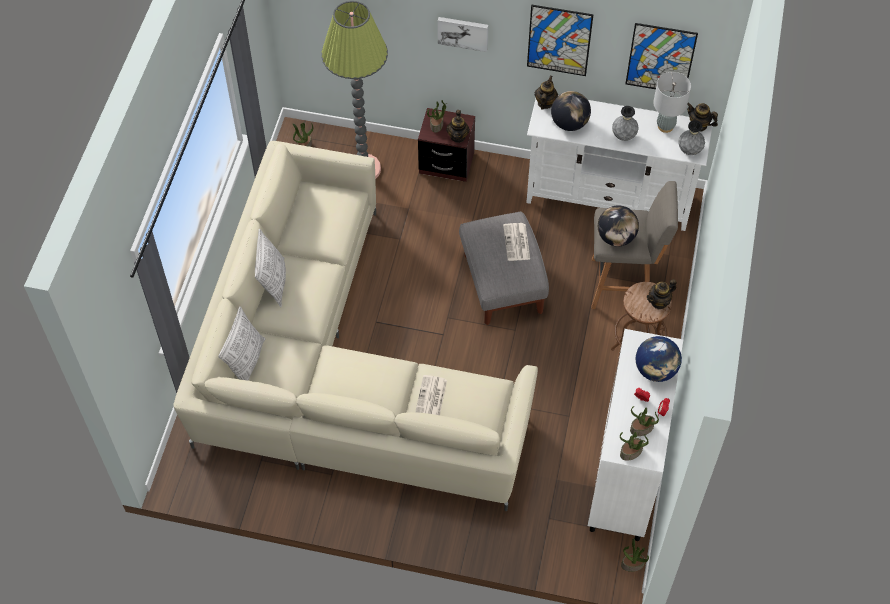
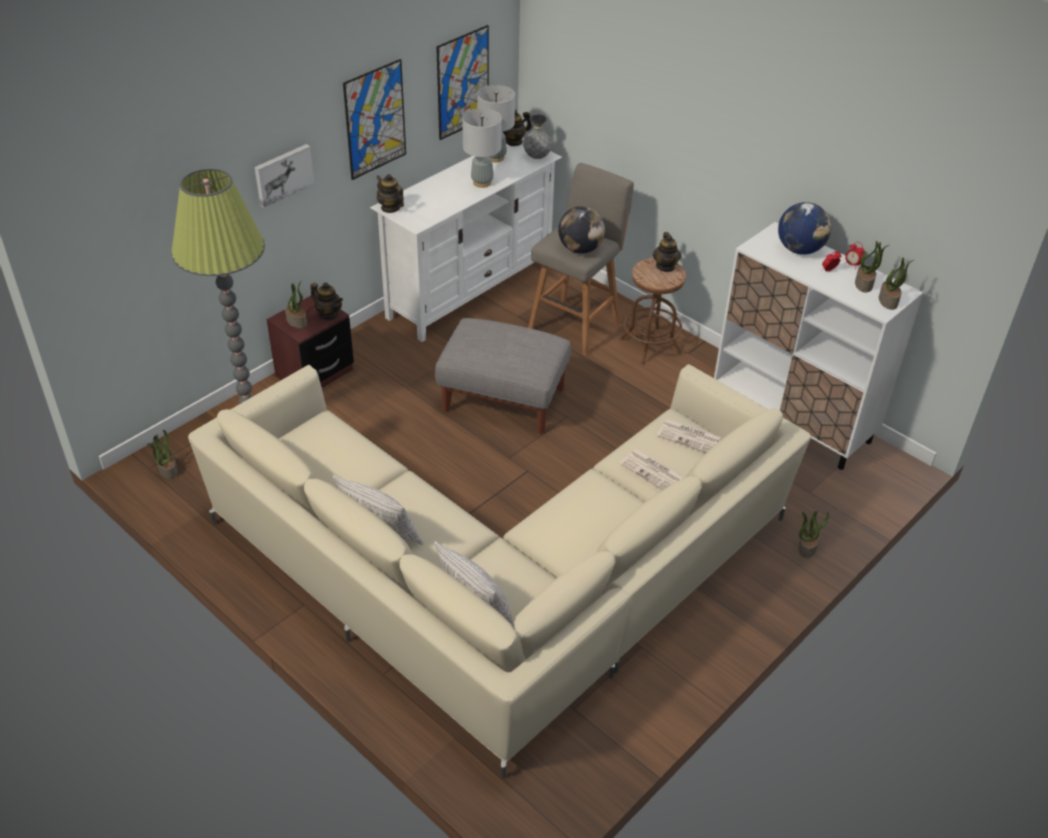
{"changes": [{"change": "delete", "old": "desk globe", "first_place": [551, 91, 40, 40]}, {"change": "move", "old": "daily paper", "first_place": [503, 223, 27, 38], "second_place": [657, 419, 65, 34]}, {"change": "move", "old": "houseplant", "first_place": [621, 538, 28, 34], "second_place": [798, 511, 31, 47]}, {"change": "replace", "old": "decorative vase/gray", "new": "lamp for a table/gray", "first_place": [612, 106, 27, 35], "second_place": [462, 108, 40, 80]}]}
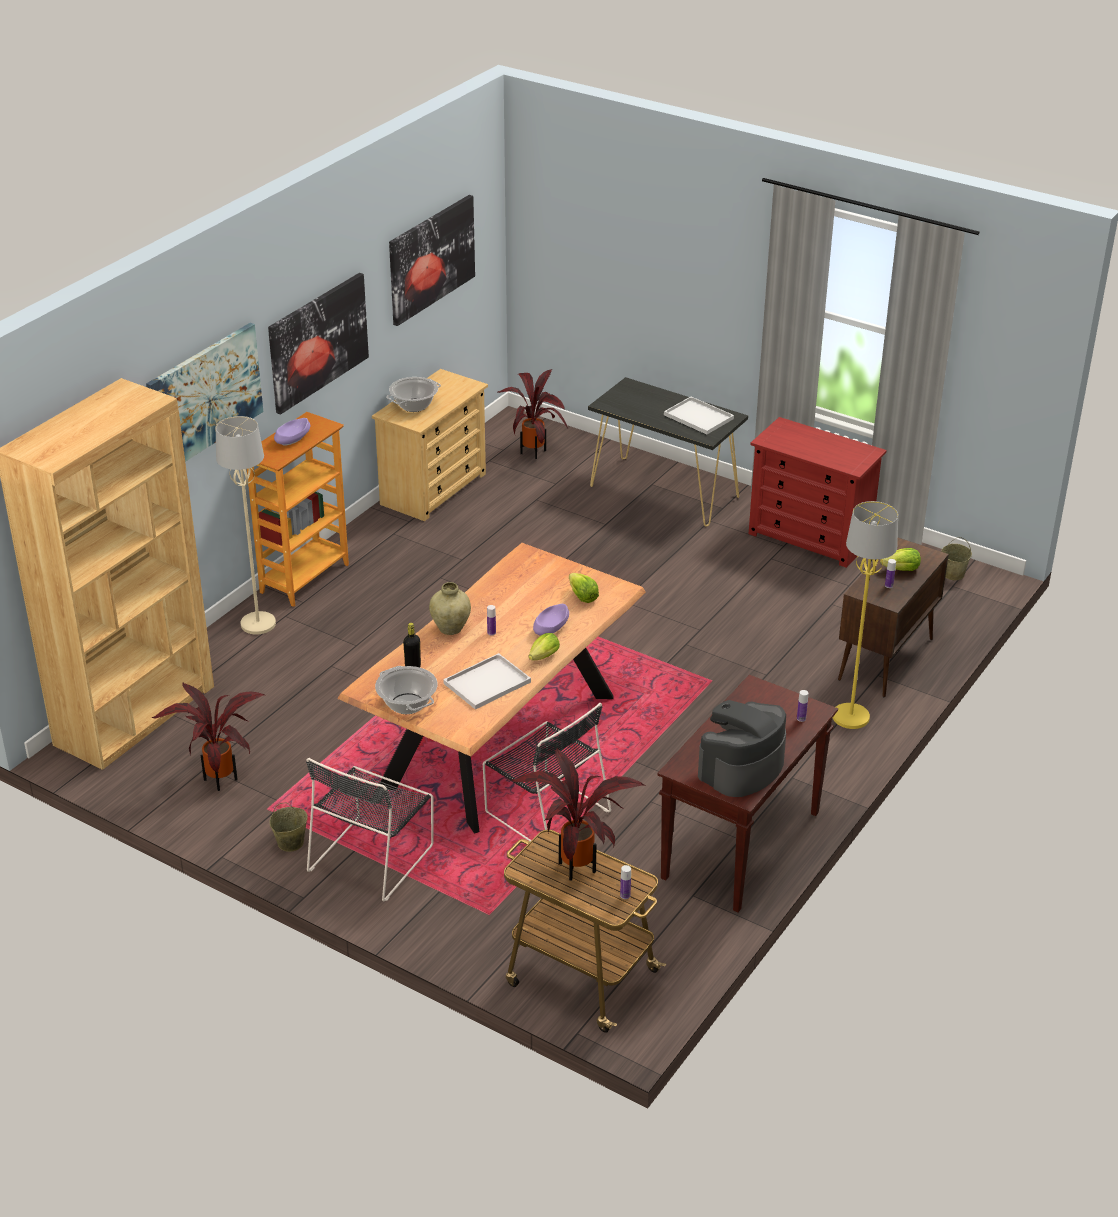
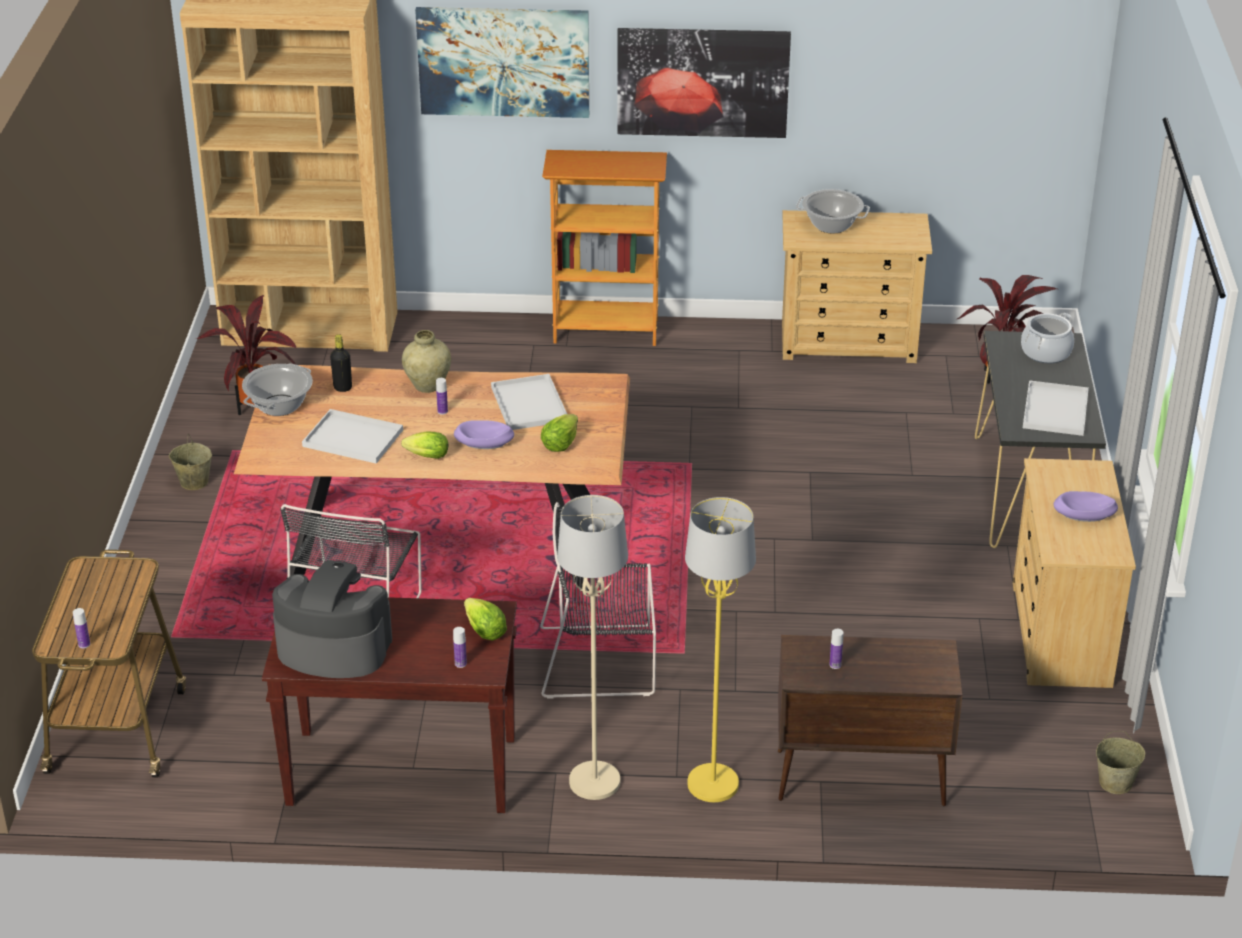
{"changes": [{"change": "delete", "old": "wall art", "first_place": [389, 195, 86, 131]}, {"change": "delete", "old": "houseplant", "first_place": [512, 748, 133, 133]}, {"change": "insert", "new": "carrying tray/white-coloured", "second_place": [491, 374, 76, 56]}, {"change": "insert", "new": "stockpot", "second_place": [1021, 313, 53, 50]}, {"change": "move", "old": "floor lamp/beige-coloured", "first_place": [216, 416, 60, 219], "second_place": [557, 495, 71, 305]}, {"change": "move", "old": "serving bowl/purplish", "first_place": [274, 418, 36, 28], "second_place": [1053, 491, 65, 31]}, {"change": "move", "old": "upright chair/blackish", "first_place": [306, 758, 128, 143], "second_place": [540, 502, 116, 197]}, {"change": "move", "old": "lettuce head", "first_place": [880, 548, 41, 23], "second_place": [464, 598, 43, 43]}, {"change": "recolor", "old": "chest of drawers/red", "new": "chest of drawers/beige-coloured", "first_place": [749, 417, 138, 151], "second_place": [1013, 458, 123, 230]}]}
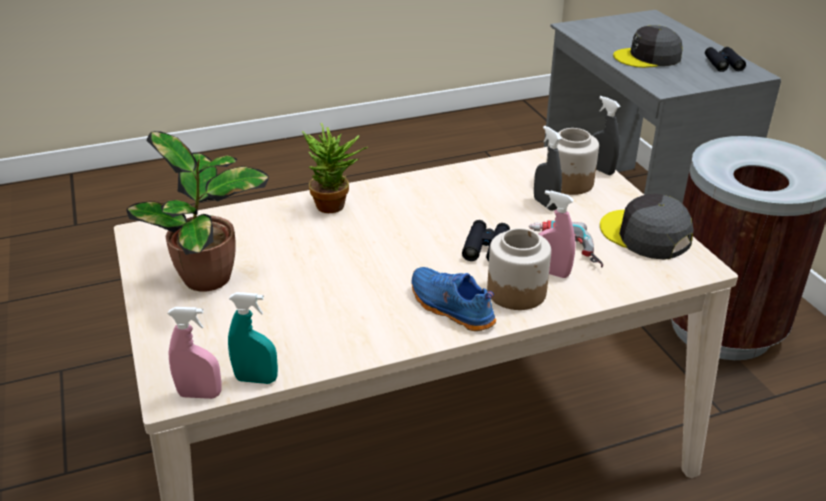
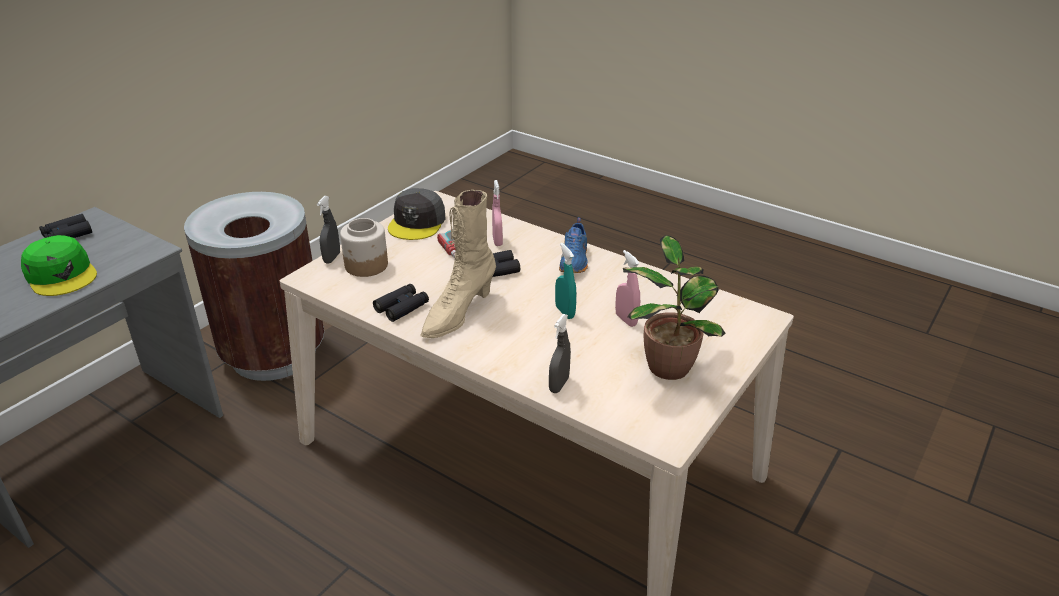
{"changes": [{"change": "delete", "old": "houseplant", "first_place": [302, 122, 66, 91]}, {"change": "delete", "old": "preserve jar", "first_place": [487, 228, 64, 82]}, {"change": "insert", "new": "field glasses/blackish", "second_place": [373, 284, 56, 38]}, {"change": "insert", "new": "high-top boot/beige-coloured", "second_place": [420, 190, 76, 148]}, {"change": "move", "old": "sprayer/pink-coloured", "first_place": [167, 307, 55, 92], "second_place": [615, 250, 25, 77]}, {"change": "move", "old": "sprayer/turquoise-coloured", "first_place": [228, 292, 50, 92], "second_place": [555, 243, 22, 76]}, {"change": "move", "old": "sprayer/gray", "first_place": [534, 126, 28, 85], "second_place": [549, 314, 22, 79]}, {"change": "recolor", "old": "baseball cap/gray", "new": "baseball cap/green-coloured", "first_place": [613, 25, 70, 43], "second_place": [21, 235, 76, 61]}]}
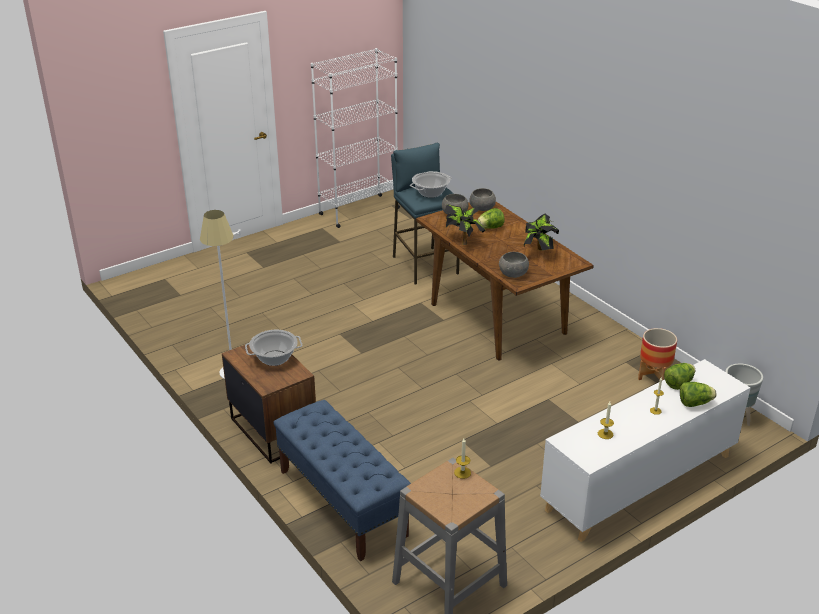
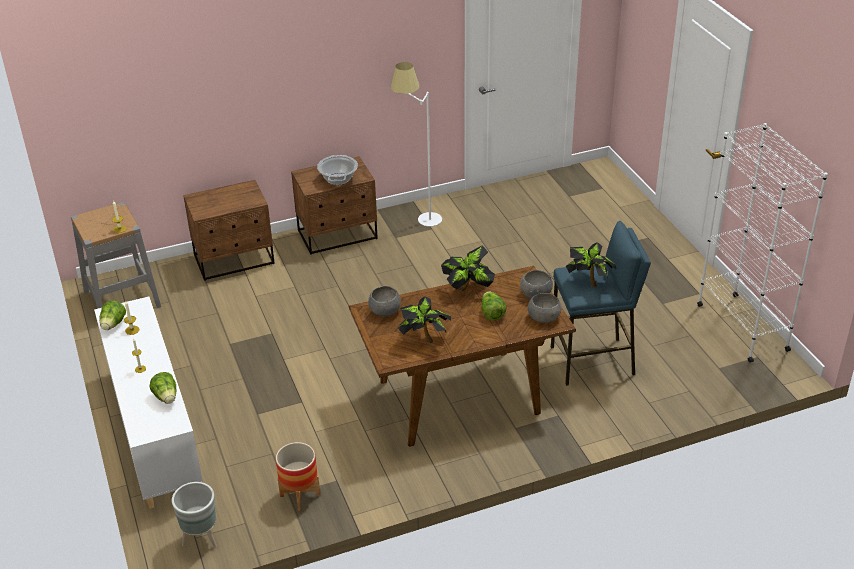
{"changes": [{"change": "move", "old": "lettuce head", "first_place": [680, 382, 37, 25], "second_place": [99, 301, 27, 29]}, {"change": "replace", "old": "indoor bench/blue", "new": "bedside table/brownish", "first_place": [273, 400, 138, 161], "second_place": [183, 180, 91, 101]}, {"change": "replace", "old": "stockpot", "new": "houseplant", "first_place": [410, 171, 42, 27], "second_place": [566, 242, 51, 45]}]}
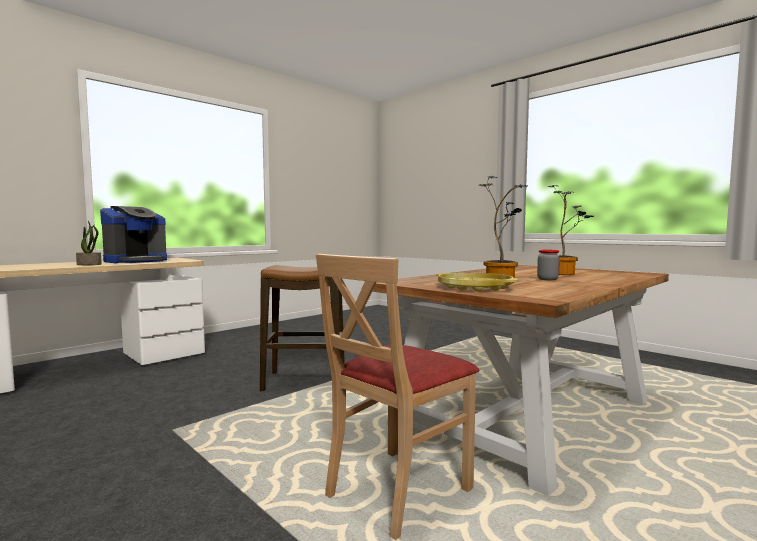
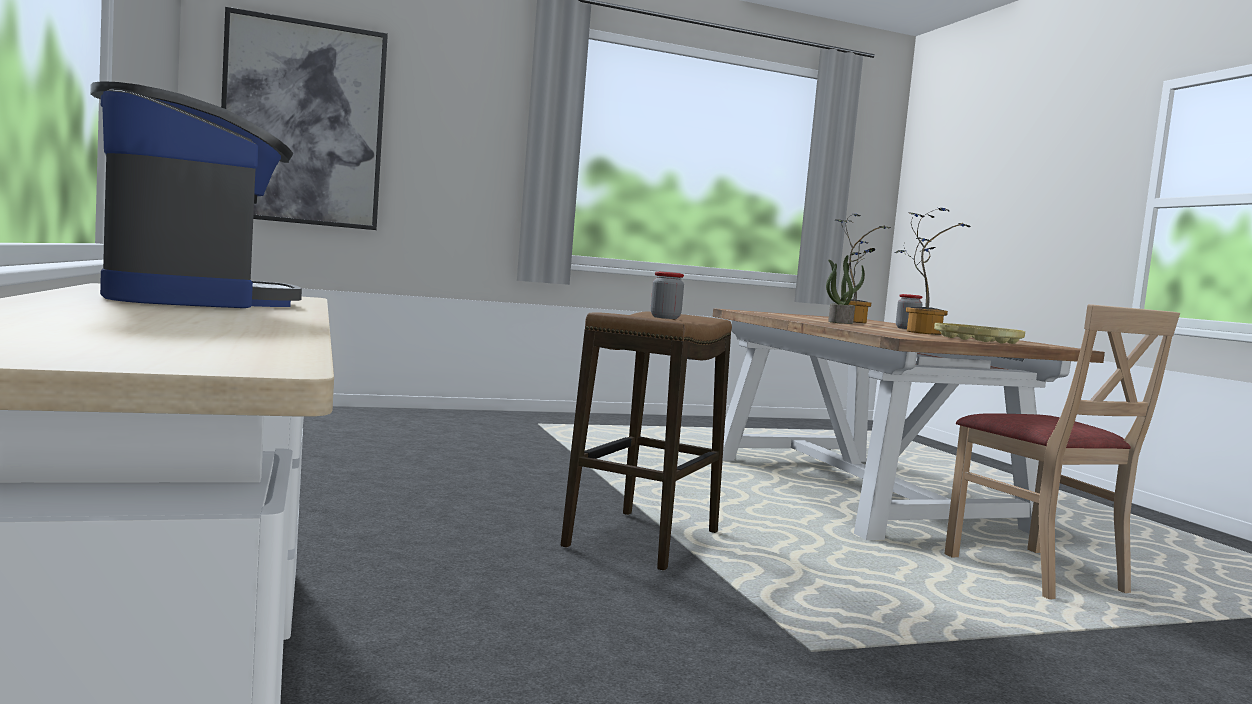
{"changes": [{"change": "insert", "new": "wall art", "second_place": [221, 7, 167, 223]}, {"change": "insert", "new": "preserve jar", "second_place": [651, 272, 33, 47]}, {"change": "move", "old": "houseplant", "first_place": [76, 221, 26, 44], "second_place": [826, 255, 39, 69]}]}
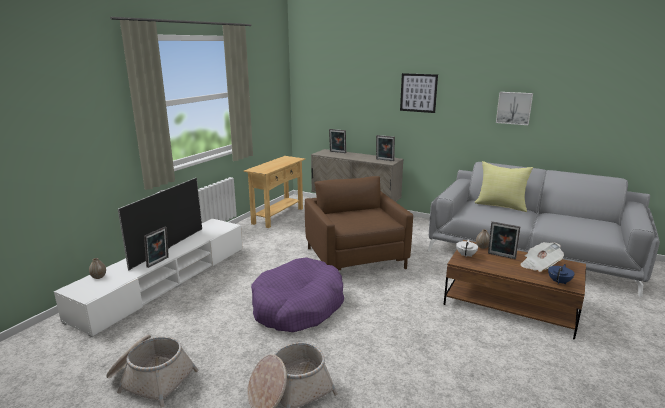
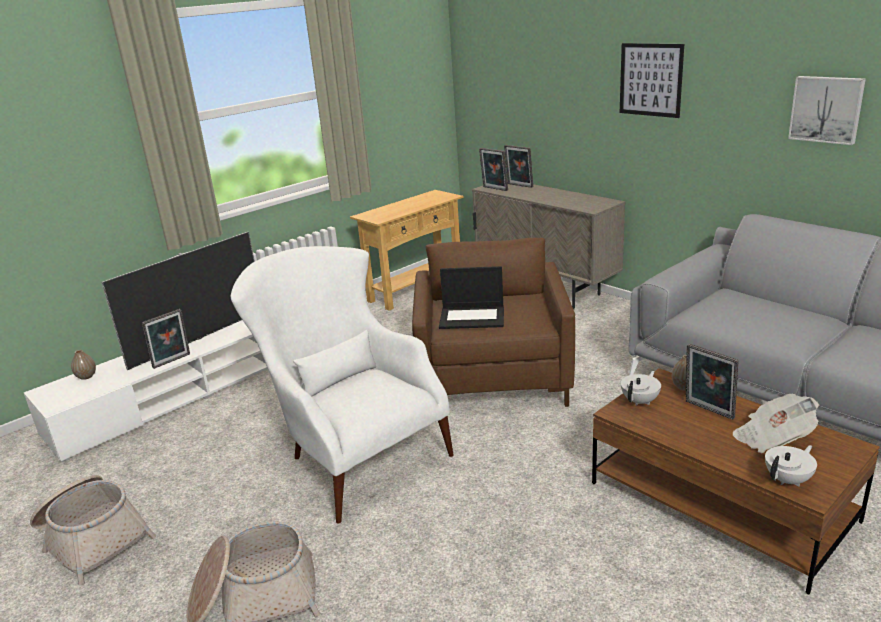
{"changes": [{"change": "delete", "old": "pillow/yellow", "first_place": [474, 161, 59, 51]}, {"change": "insert", "new": "portable computer", "second_place": [439, 266, 65, 63]}, {"change": "move", "old": "photo frame", "first_place": [376, 135, 19, 26], "second_place": [479, 148, 29, 43]}, {"change": "replace", "old": "dog cushion/purplish", "new": "armchair/white-coloured", "first_place": [251, 257, 93, 75], "second_place": [231, 246, 223, 278]}, {"change": "recolor", "old": "teapot/blue", "new": "teapot/white-coloured", "first_place": [548, 264, 27, 20], "second_place": [765, 445, 52, 41]}]}
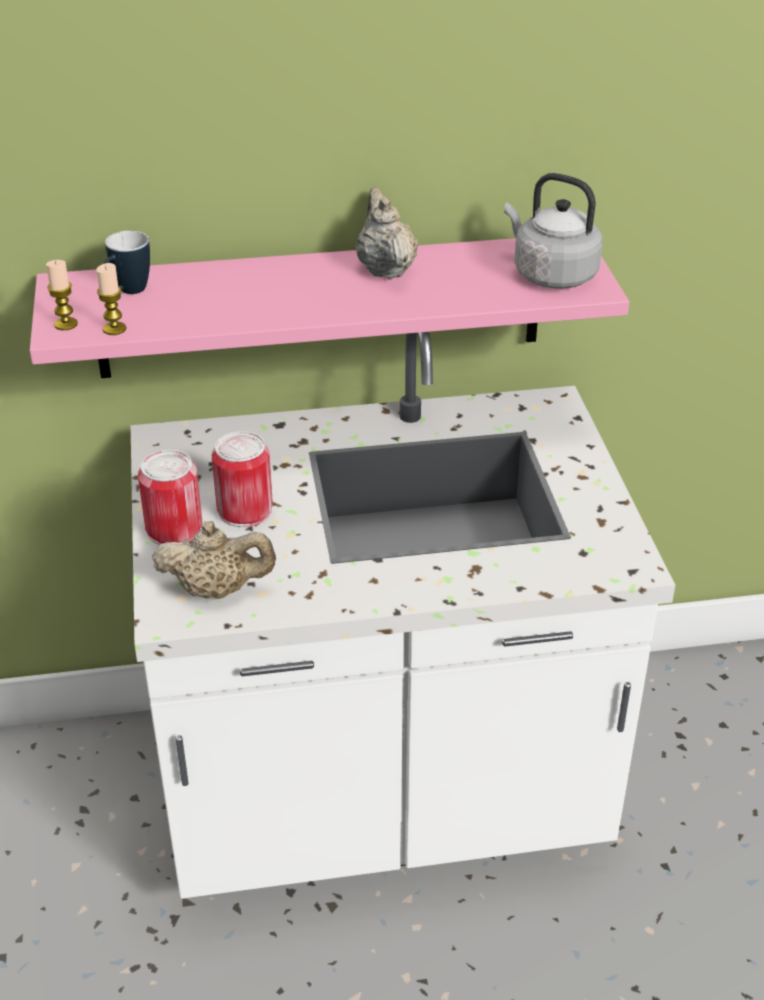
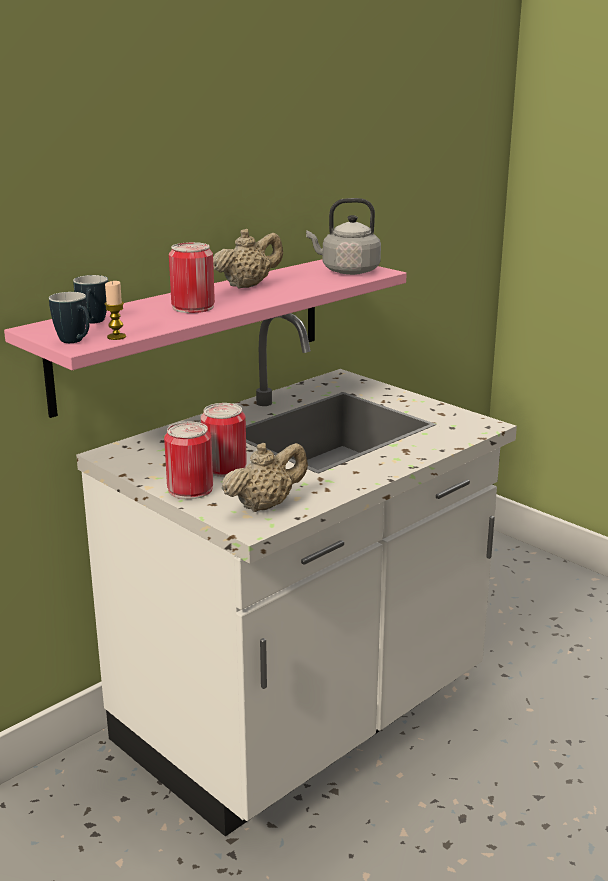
{"changes": [{"change": "insert", "new": "metal can", "second_place": [169, 242, 46, 71]}, {"change": "replace", "old": "candle", "new": "coffee mug", "first_place": [46, 260, 32, 70], "second_place": [49, 292, 41, 51]}, {"change": "rotate", "old": "teapot/beige-coloured", "first_place": [355, 188, 63, 91], "second_place": [213, 229, 70, 60], "degrees": 105}]}
